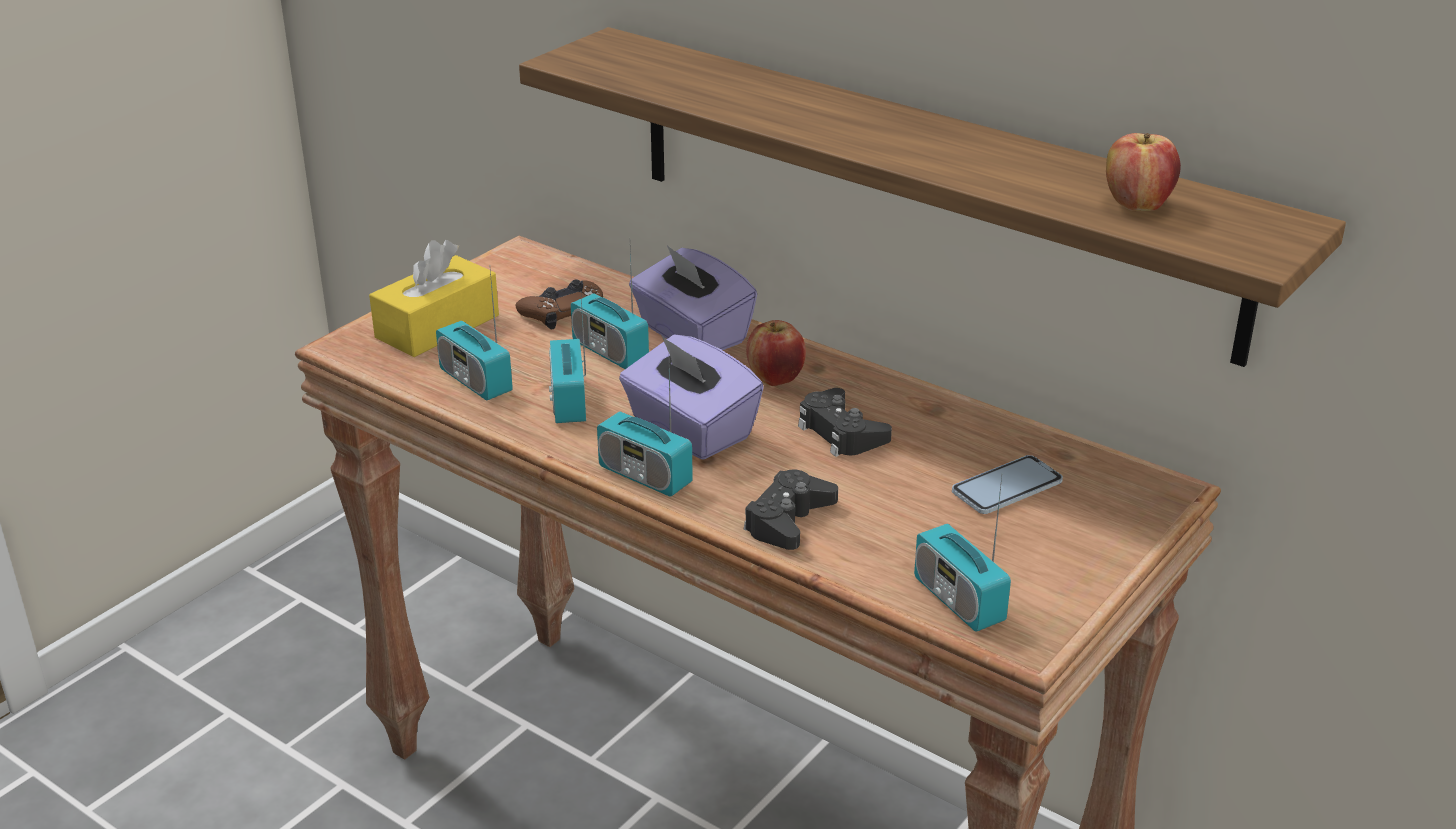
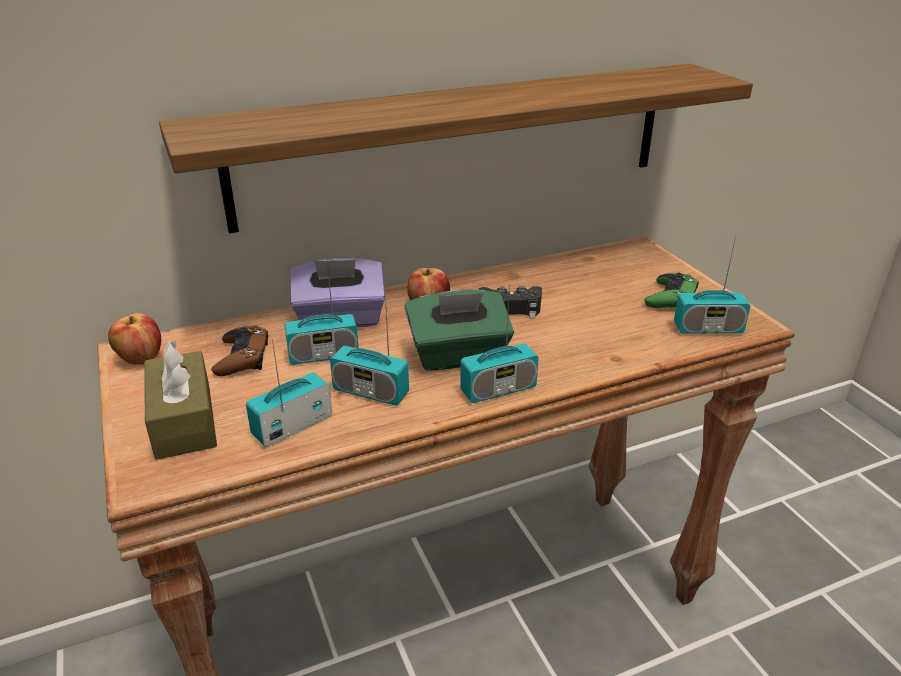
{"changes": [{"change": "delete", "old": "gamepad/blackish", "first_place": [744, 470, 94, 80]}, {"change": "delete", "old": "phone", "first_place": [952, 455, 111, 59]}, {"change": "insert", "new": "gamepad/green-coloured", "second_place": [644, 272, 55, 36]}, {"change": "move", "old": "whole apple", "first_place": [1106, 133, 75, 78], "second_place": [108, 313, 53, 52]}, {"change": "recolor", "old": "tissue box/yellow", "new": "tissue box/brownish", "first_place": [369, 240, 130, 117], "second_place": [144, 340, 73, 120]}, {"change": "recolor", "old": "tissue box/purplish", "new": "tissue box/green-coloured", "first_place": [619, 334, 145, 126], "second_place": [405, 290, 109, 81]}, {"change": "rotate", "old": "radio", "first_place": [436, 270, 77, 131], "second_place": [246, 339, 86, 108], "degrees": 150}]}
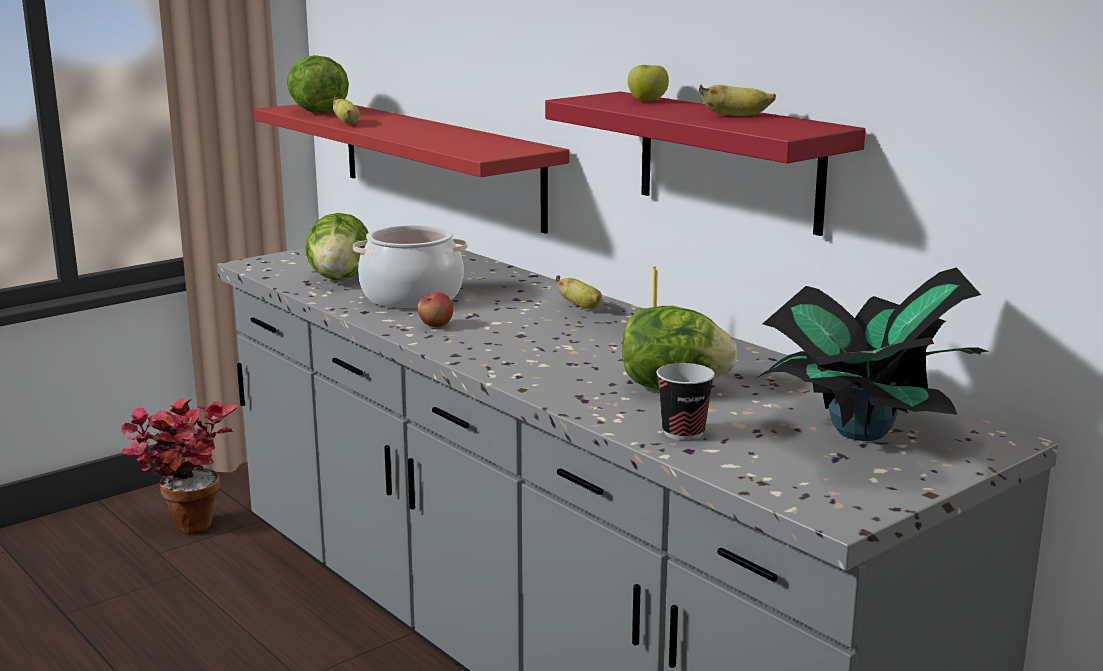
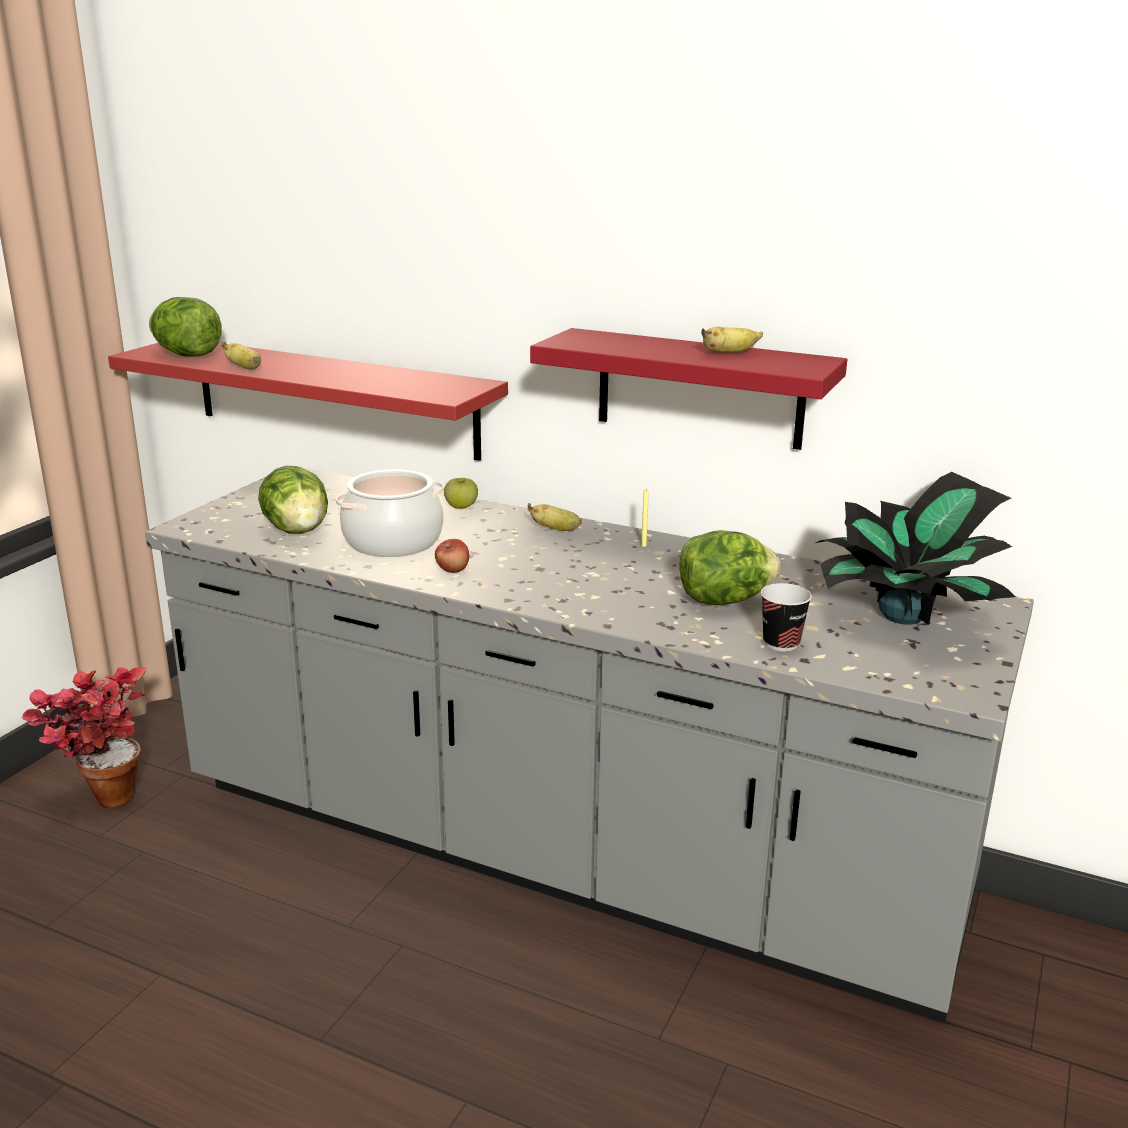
{"changes": [{"change": "move", "old": "whole apple", "first_place": [628, 65, 41, 36], "second_place": [444, 478, 34, 31]}]}
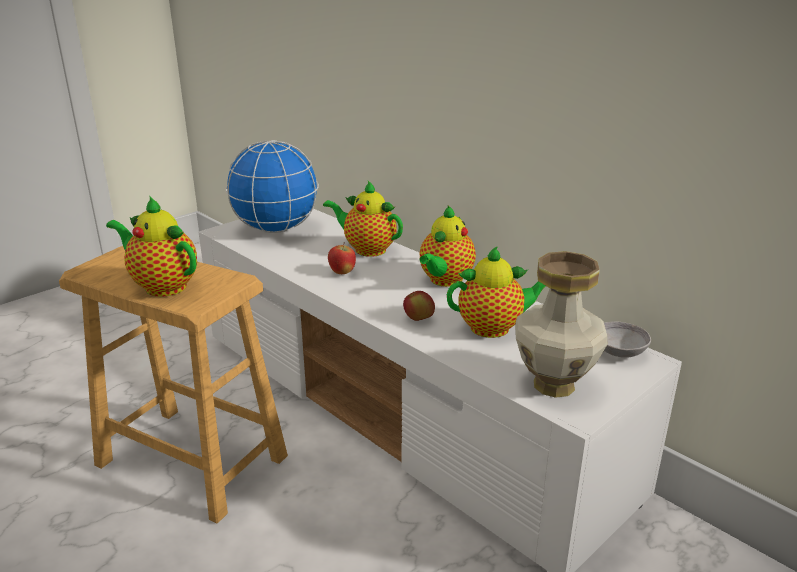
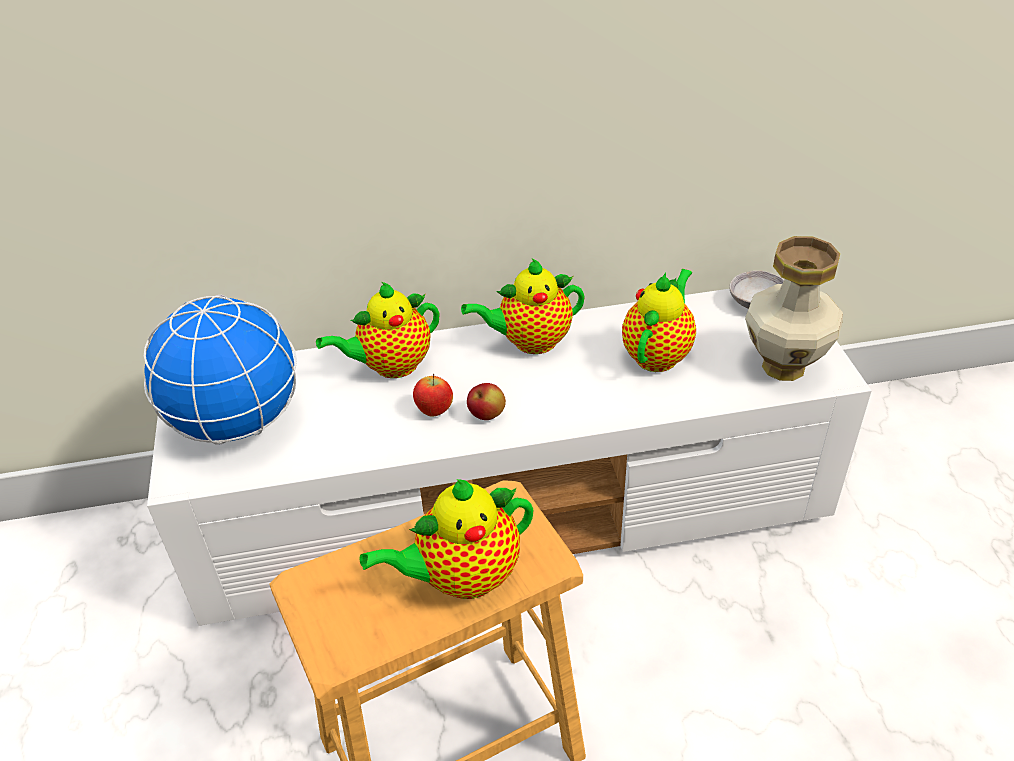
{"changes": [{"change": "move", "old": "whole apple", "first_place": [403, 291, 32, 30], "second_place": [467, 383, 39, 37]}, {"change": "rotate", "old": "teapot", "first_place": [420, 206, 56, 81], "second_place": [461, 259, 124, 95], "degrees": 105}]}
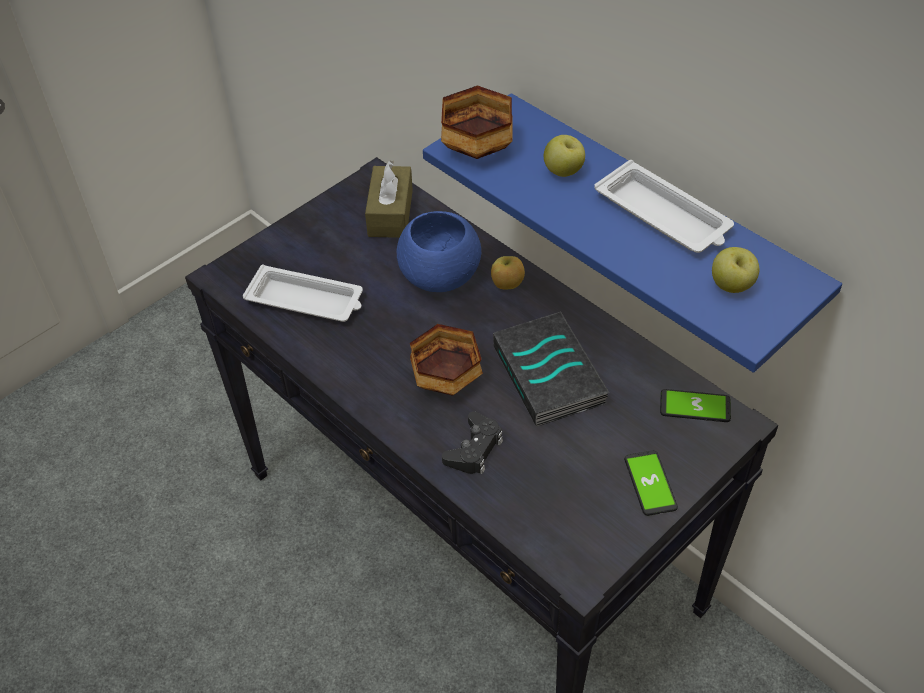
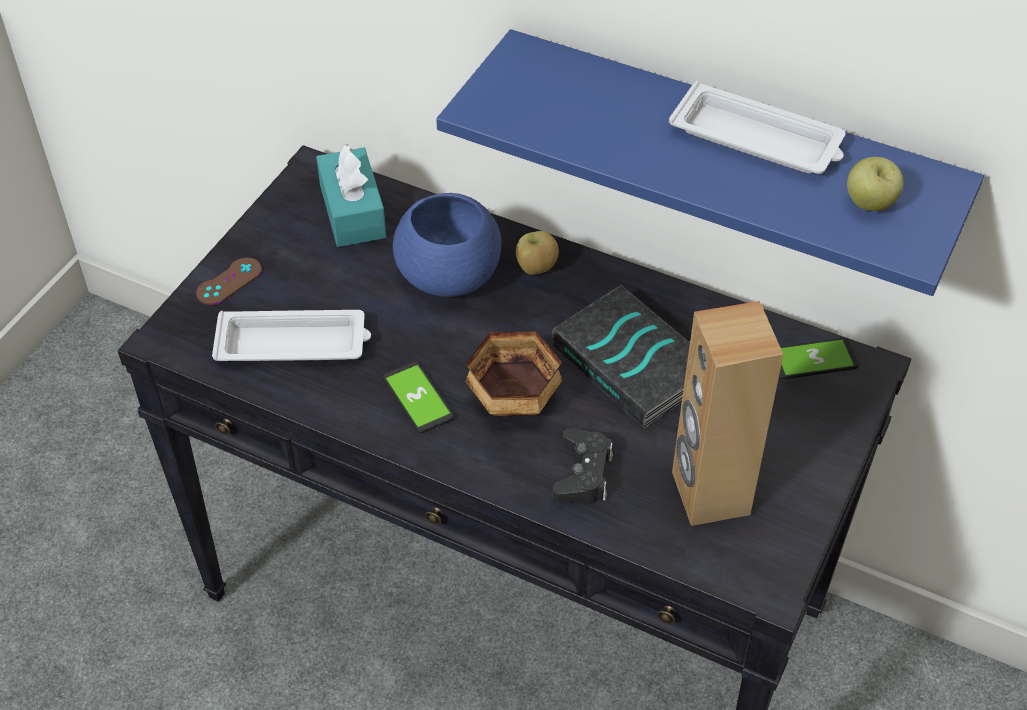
{"changes": [{"change": "delete", "old": "serving bowl", "first_place": [441, 85, 72, 74]}, {"change": "delete", "old": "whole apple", "first_place": [544, 135, 41, 42]}, {"change": "insert", "new": "gamepad/brownish", "second_place": [196, 258, 66, 47]}, {"change": "insert", "new": "speaker/brownish", "second_place": [672, 301, 111, 225]}, {"change": "move", "old": "phone", "first_place": [624, 450, 54, 66], "second_place": [383, 362, 71, 71]}, {"change": "recolor", "old": "tissue box/brownish", "new": "tissue box/turquoise-coloured", "first_place": [365, 160, 48, 78], "second_place": [316, 144, 70, 103]}]}
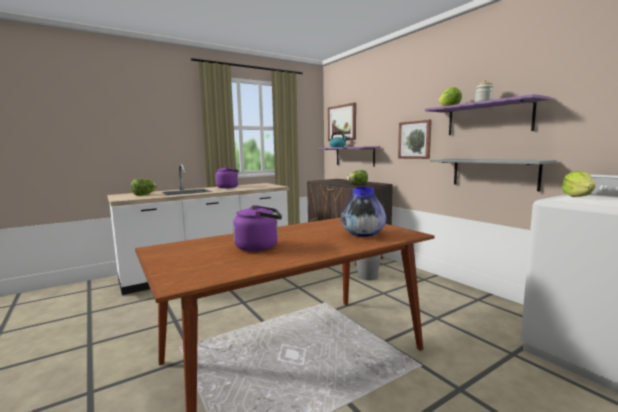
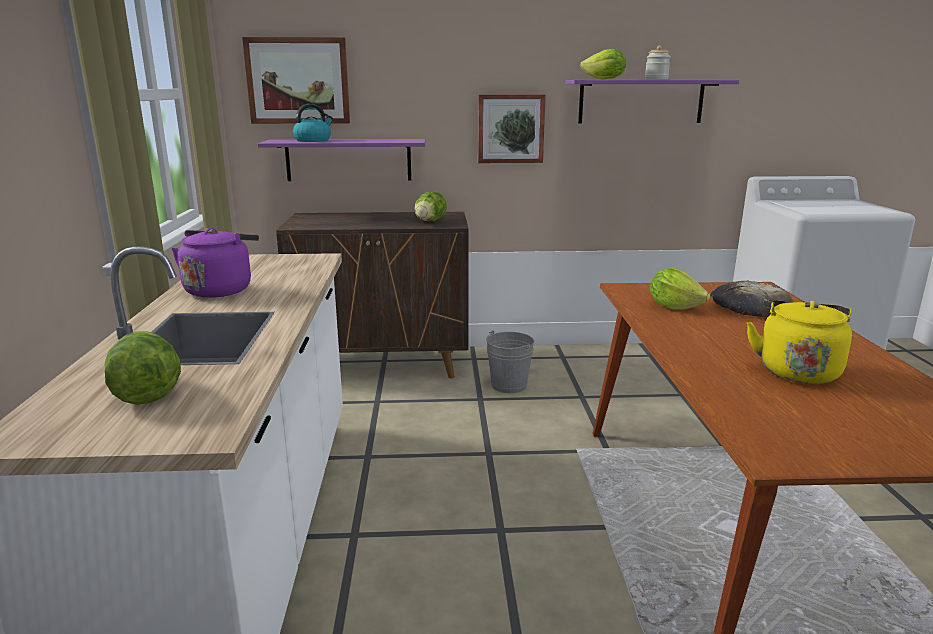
{"changes": [{"change": "delete", "old": "wall shelf/gray", "first_place": [430, 159, 127, 32]}, {"change": "move", "old": "lettuce head", "first_place": [562, 171, 34, 26], "second_place": [650, 268, 60, 42]}, {"change": "replace", "old": "decorative vase", "new": "baked bread", "first_place": [341, 187, 45, 50], "second_place": [710, 280, 83, 37]}, {"change": "recolor", "old": "water kettle/purplish", "new": "water kettle/yellow", "first_place": [233, 205, 49, 46], "second_place": [746, 300, 106, 84]}]}
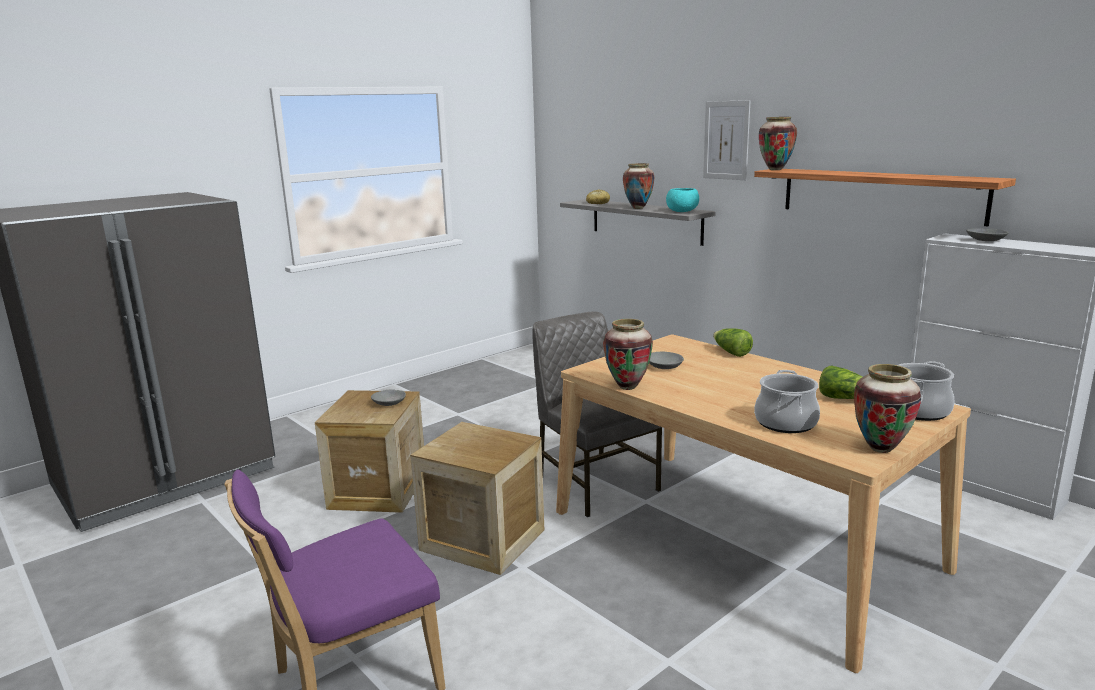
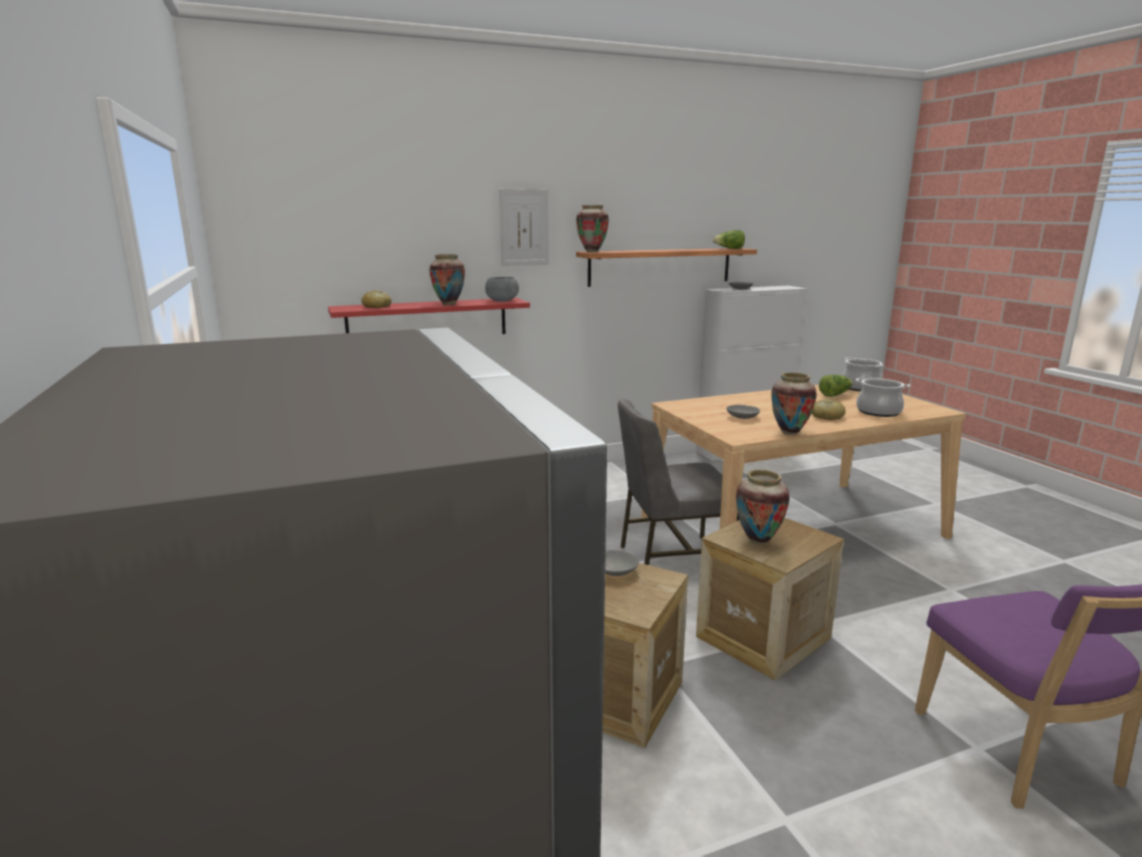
{"changes": [{"change": "insert", "new": "baked bread", "second_place": [812, 399, 34, 21]}, {"change": "move", "old": "lettuce head", "first_place": [713, 328, 40, 29], "second_place": [712, 230, 33, 19]}, {"change": "move", "old": "decorative vase", "first_place": [854, 364, 67, 89], "second_place": [736, 469, 54, 76]}, {"change": "recolor", "old": "wall shelf/gray", "new": "wall shelf/red", "first_place": [560, 199, 155, 47], "second_place": [328, 298, 202, 36]}, {"change": "recolor", "old": "serving bowl/turquoise-coloured", "new": "serving bowl/gray", "first_place": [666, 188, 33, 24], "second_place": [485, 277, 34, 25]}]}
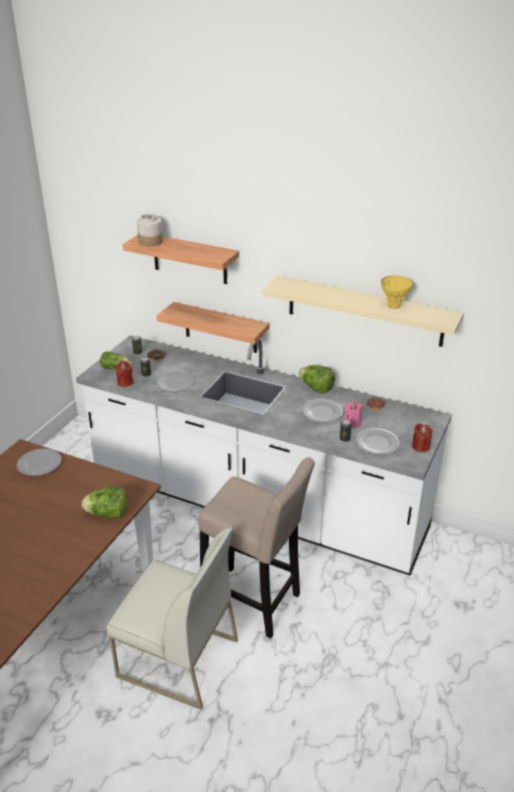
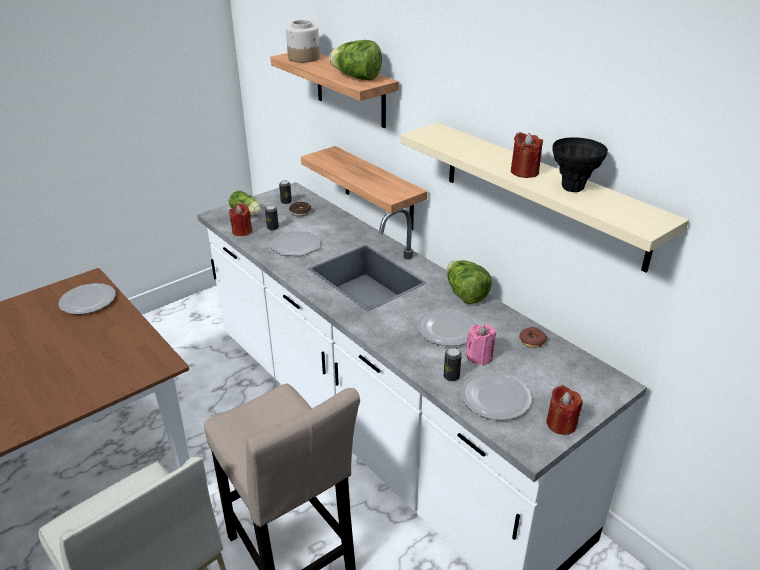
{"changes": [{"change": "insert", "new": "candle/red", "second_place": [511, 132, 32, 46]}, {"change": "move", "old": "lettuce head", "first_place": [82, 486, 45, 32], "second_place": [329, 40, 53, 40]}, {"change": "recolor", "old": "decorative vase/yellow", "new": "decorative vase/blackish", "first_place": [381, 275, 32, 34], "second_place": [552, 137, 56, 55]}]}
